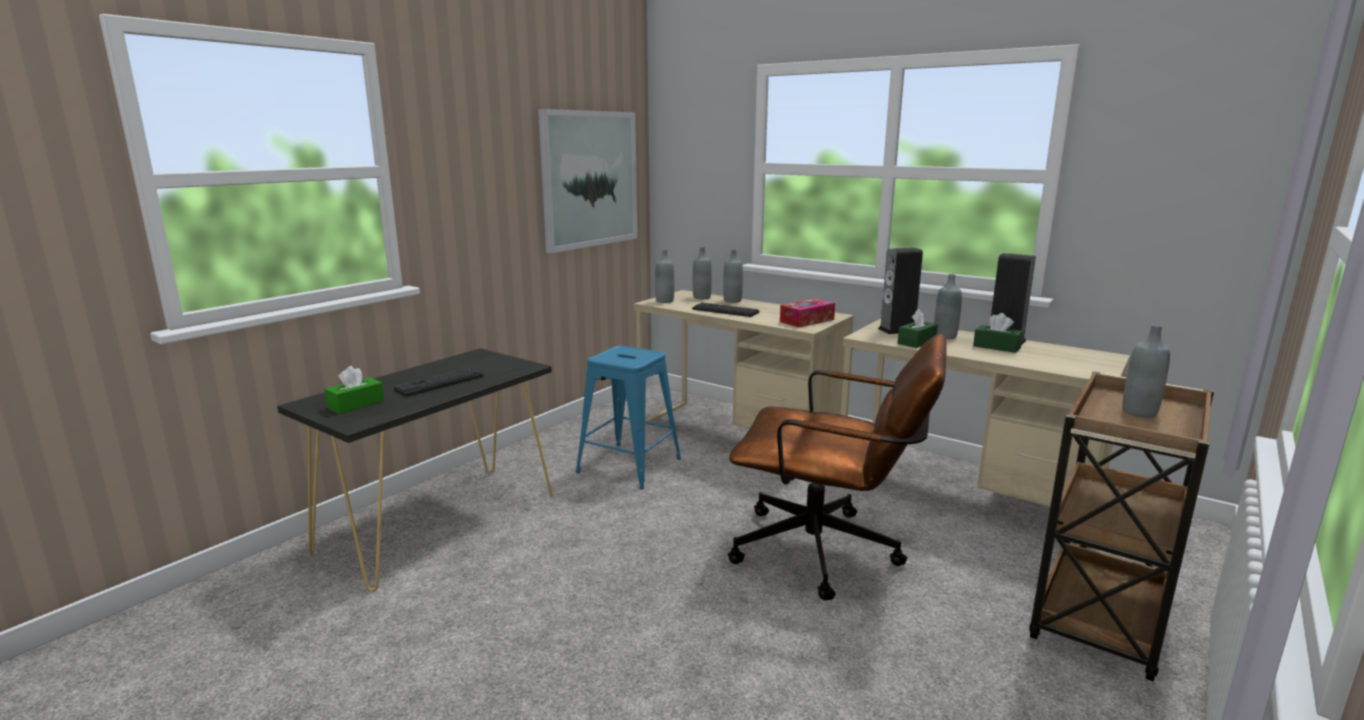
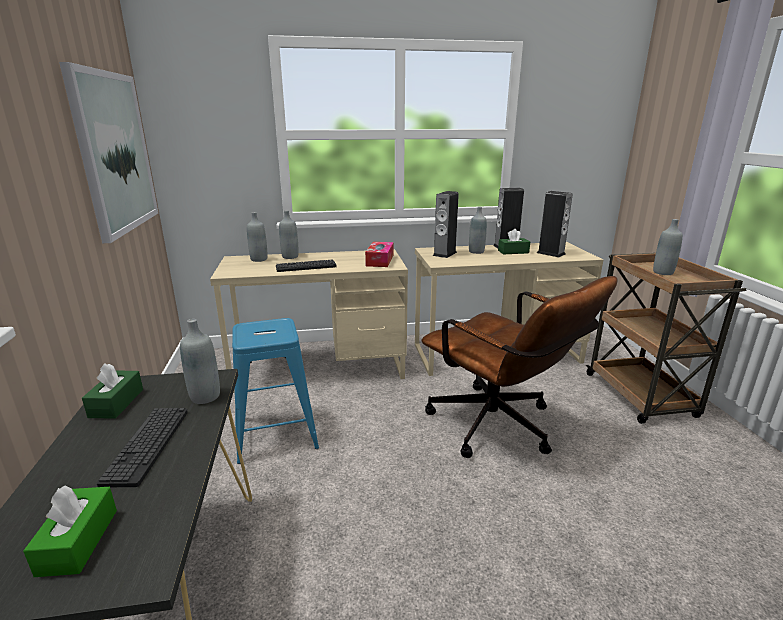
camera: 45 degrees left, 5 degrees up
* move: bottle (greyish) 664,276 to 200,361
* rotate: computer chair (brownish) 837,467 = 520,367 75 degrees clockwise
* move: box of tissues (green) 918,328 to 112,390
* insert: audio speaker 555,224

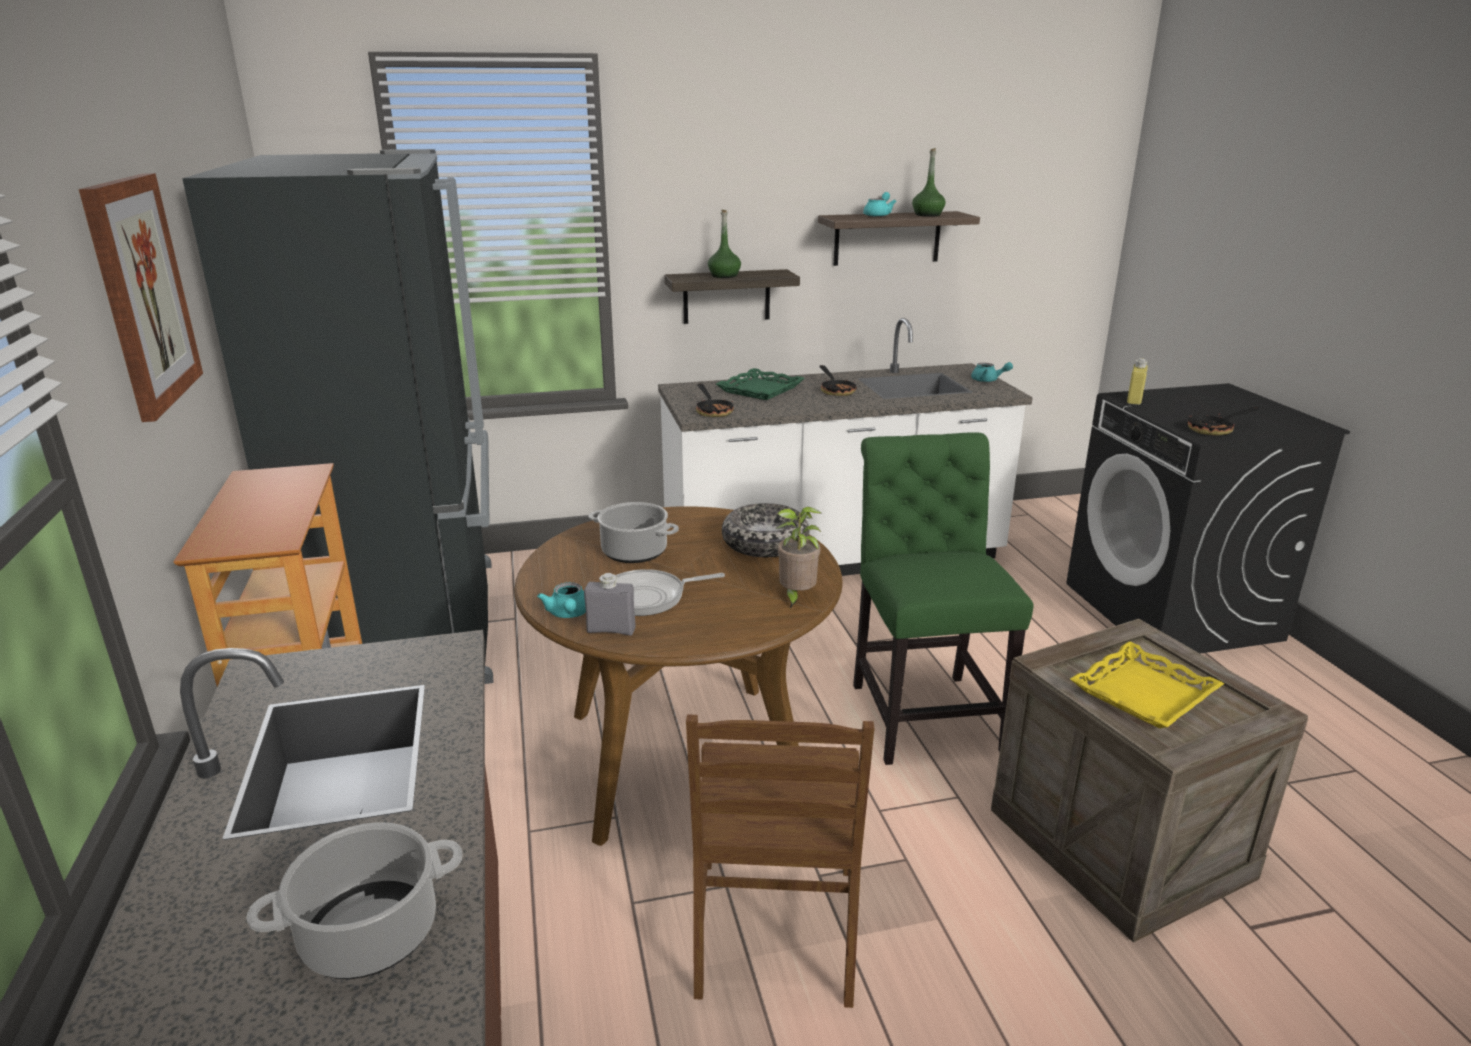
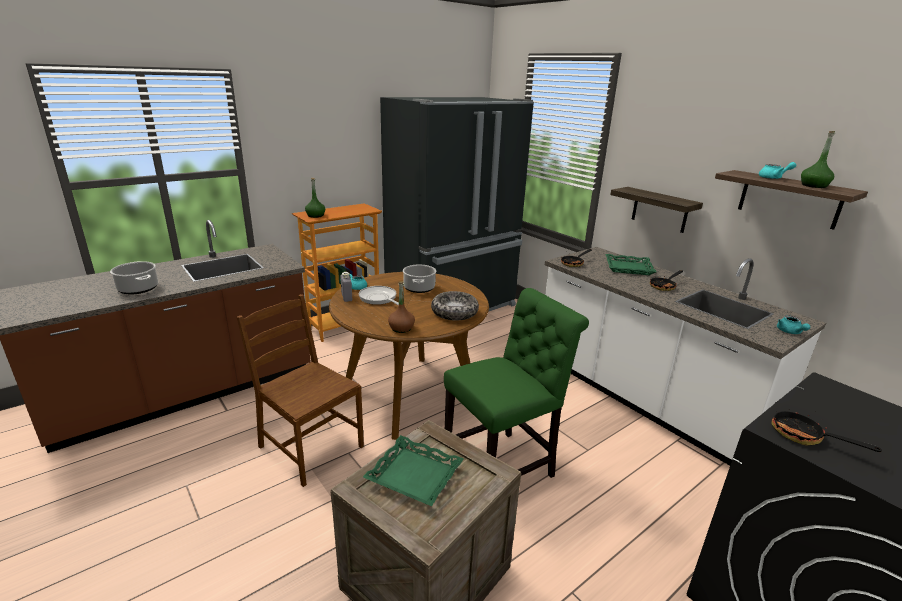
camera: 65 degrees right, 0 degrees up
* delete: picture 141,297
* rotate: chair (brownish) 780,861 = 300,390 60 degrees clockwise
* move: bottle (green) 724,244 to 315,198
* replace: plant in a pot 798,557 to bottle (brownish) 401,307
* recolor: serving tray (yellowish) 1147,685 to serving tray (green) 413,470
* delete: bottle (yellowish) 1137,381

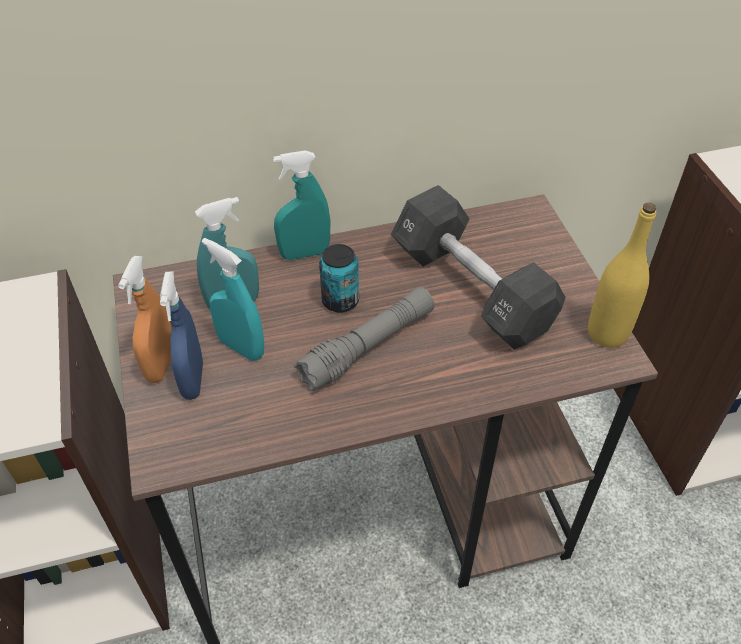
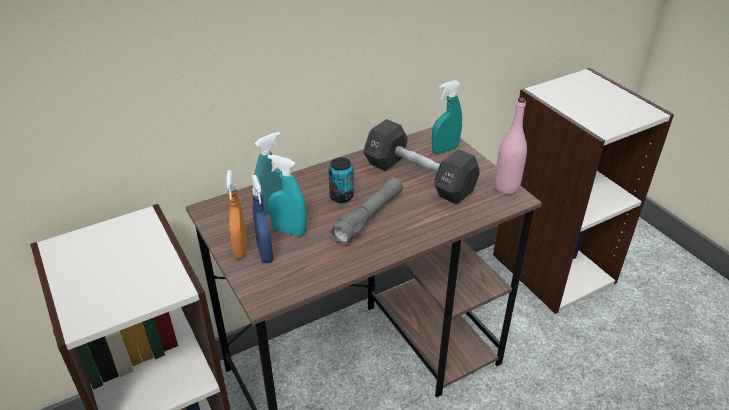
camera: 15 degrees left, 10 degrees down
* move: spray bottle (turquoise) 301,205 to 447,117
* recolor: bottle (yellowish) 622,275 to bottle (pink) 511,146

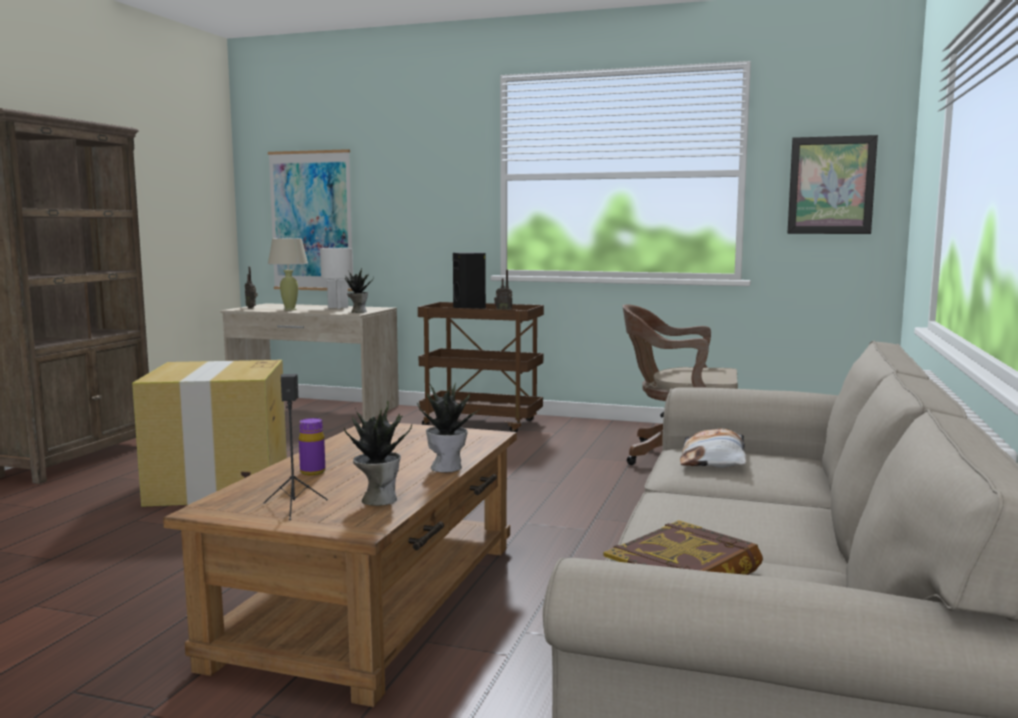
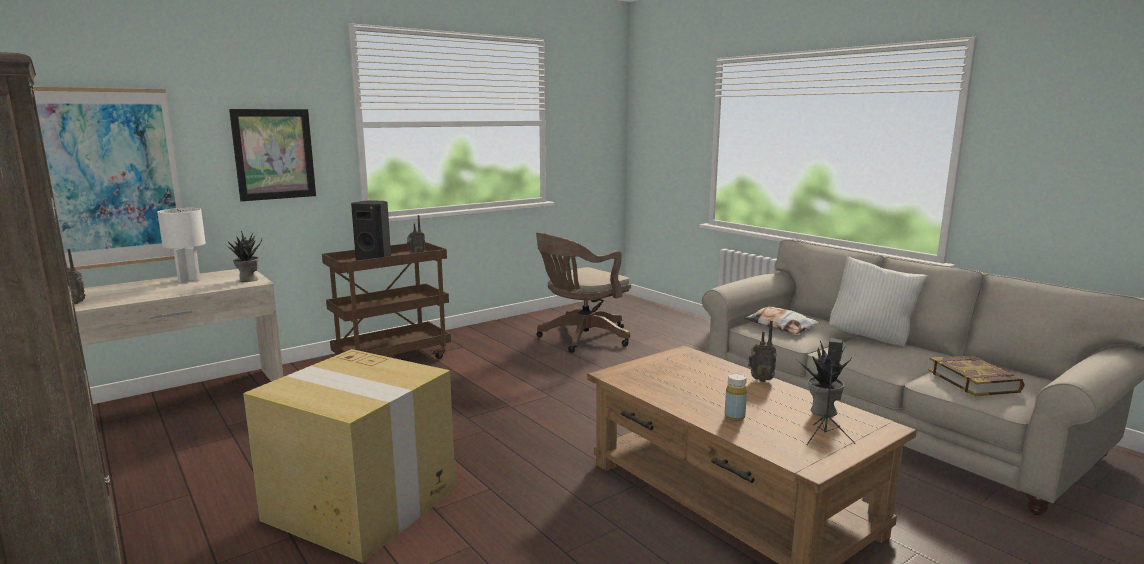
camera: 55 degrees left, 5 degrees up
* delete: table lamp (sand-coloured) 288,274
* recolor: bottle (purplish) 312,446 to bottle (yellowish) 736,397
* replace: plant in a pot 448,427 to radio receiver 762,351
* move: picture 832,184 to 272,155
* insert: cushion (white) 878,301

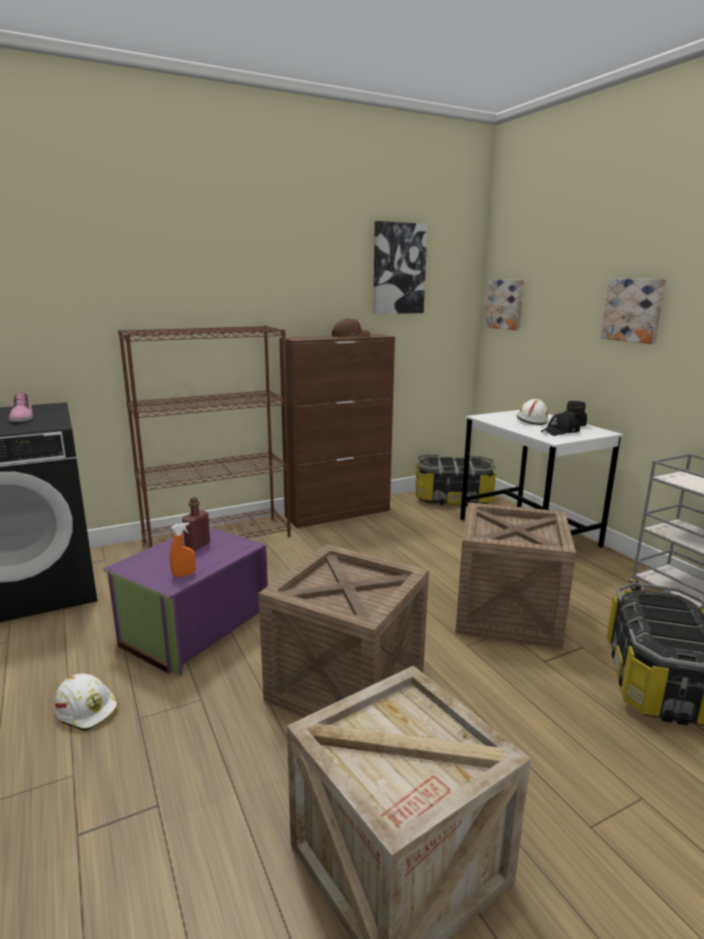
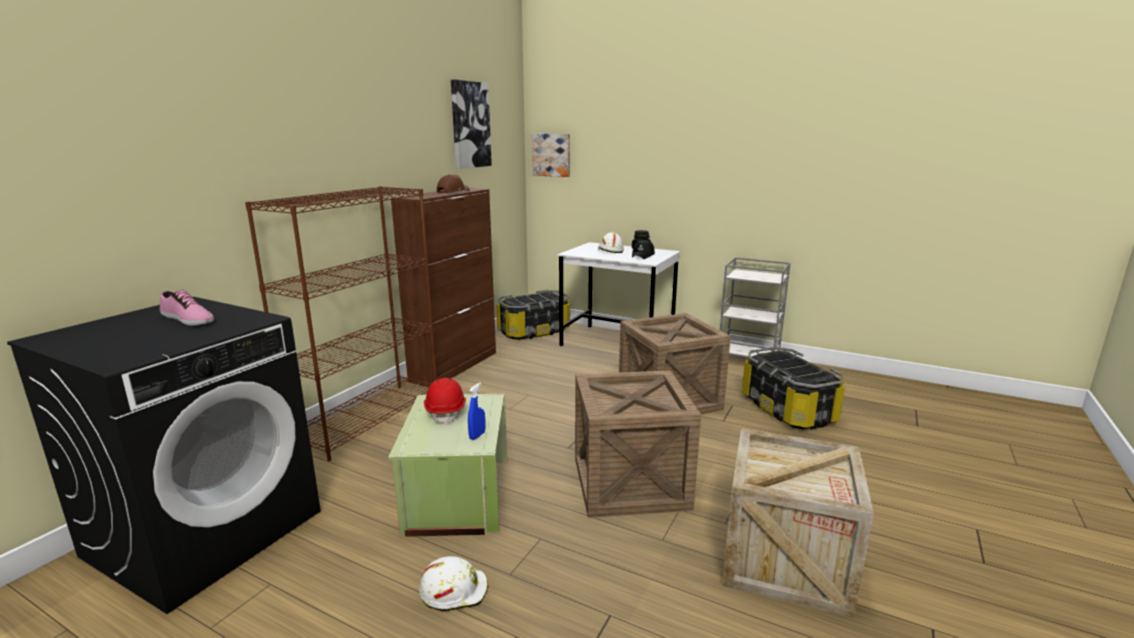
camera: 35 degrees left, 0 degrees up
* recolor: storage container (purplish) 185,601 to storage container (green) 447,465
* recolor: spray bottle (orange-coloured) 183,549 to spray bottle (bluish) 476,411
* replace: bottle (reddish) 196,524 to safety helmet (reddish) 445,401
* delete: picture 633,311

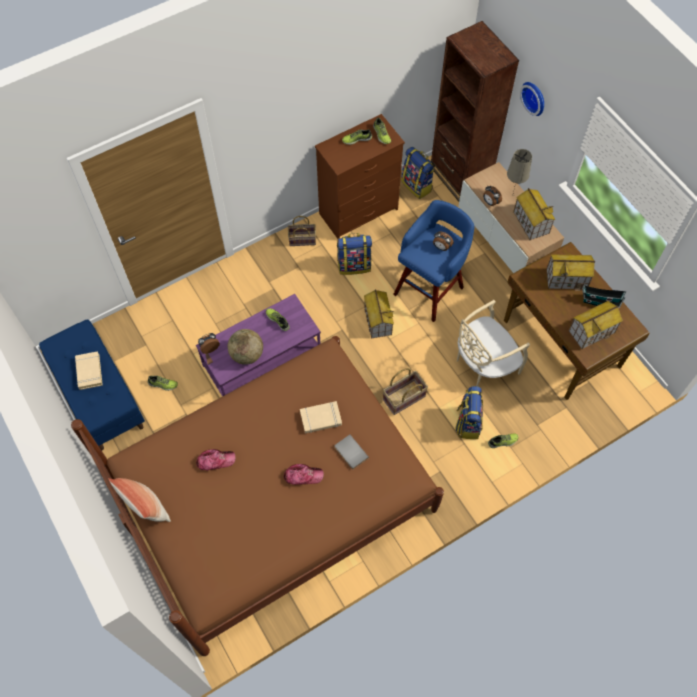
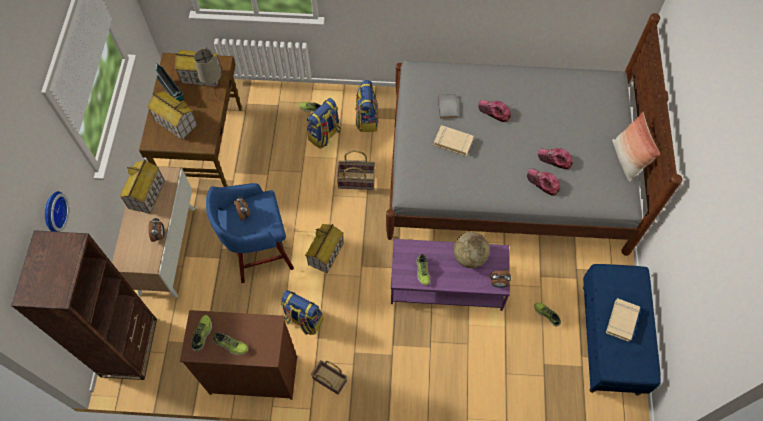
camera: 145 degrees left, 0 degrees up
* recolor: bed (brownish) 257,496 to bed (greyish) 534,134
* move: knapsack 417,173 to 366,106
* delete: chair (sand-coloured) 493,343
* move: table lamp (sand-coloured) 519,171 to 207,73
* insert: cap 543,182

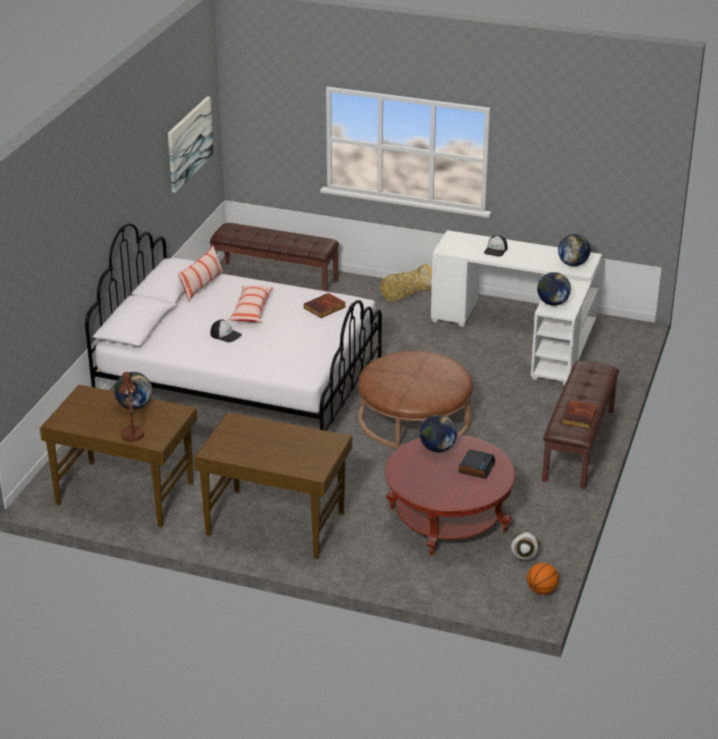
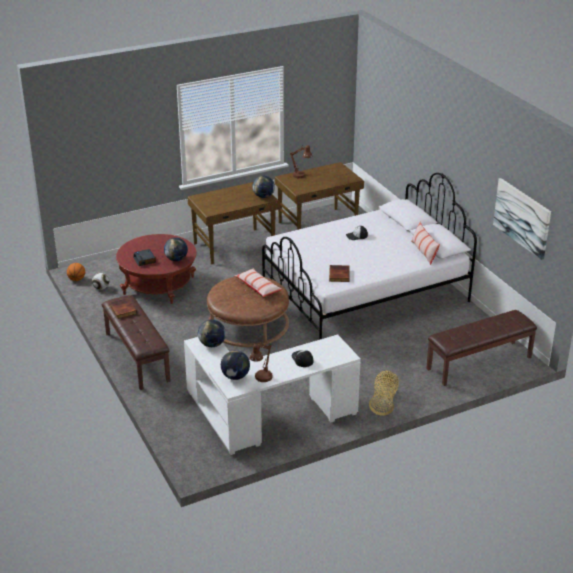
camera: 135 degrees right, 0 degrees up
* move: desk globe 133,390 to 263,187
* move: cushion 250,304 to 259,282
* insert: table lamp (brownish) 261,362

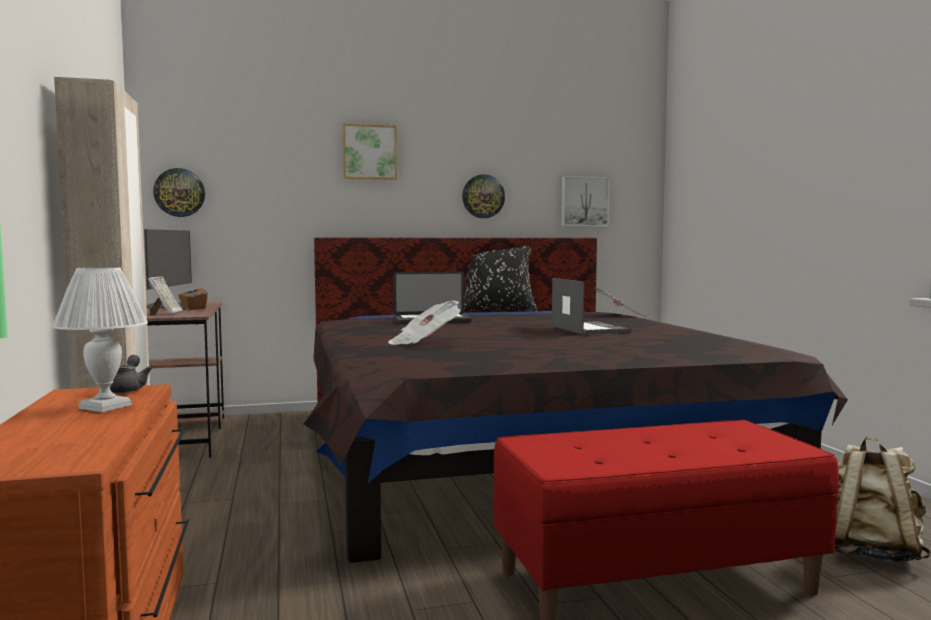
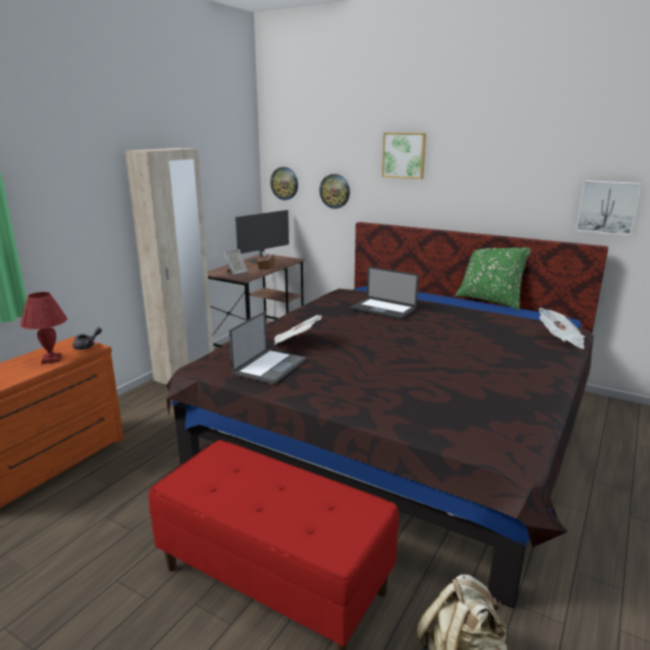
camera: 45 degrees right, 15 degrees up
* recolor: table lamp (white) 100,339 to table lamp (reddish) 43,328
* move: clock on the wall 483,196 to 334,191
* recolor: cushion (blackish) 500,278 to cushion (green) 493,278
* move: portable computer 591,306 to 267,347

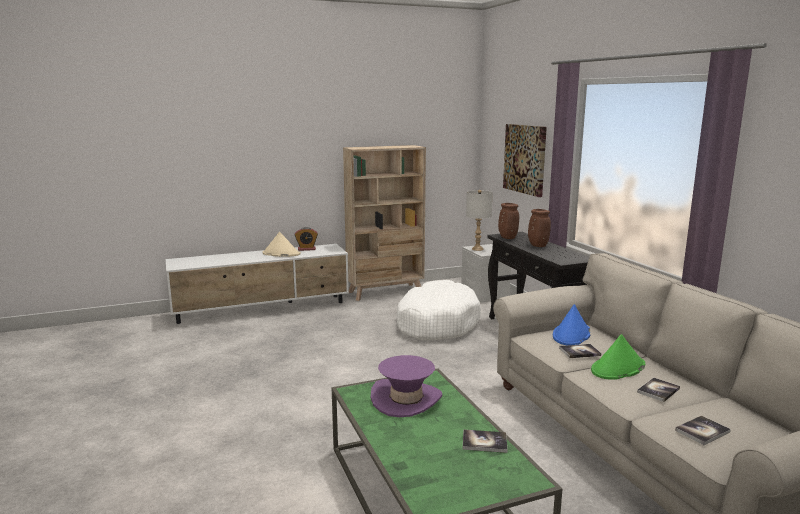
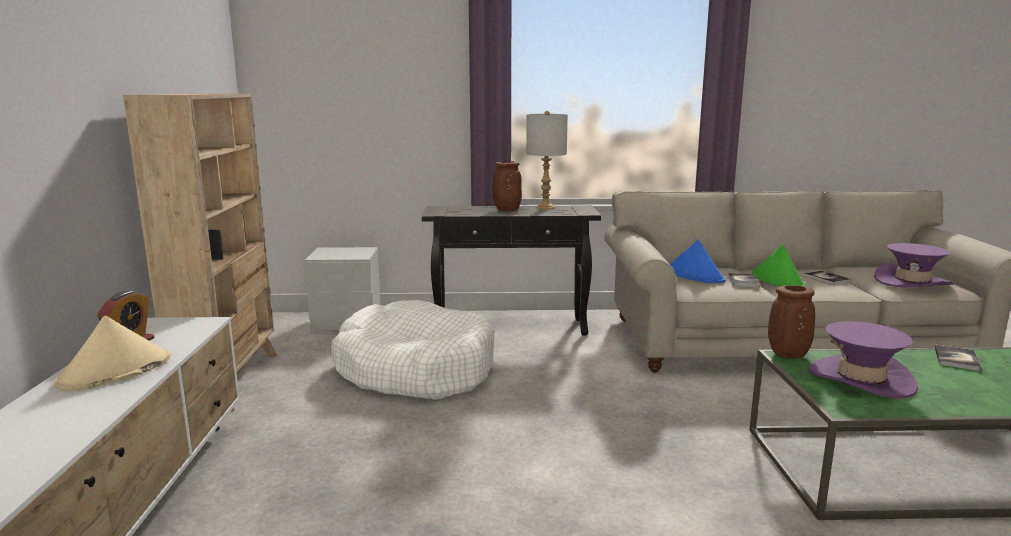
camera: 70 degrees left, 0 degrees up
* move: table lamp (greyish) 479,220 to 547,160
* move: vase (brownish) 508,221 to 791,321
* delete: picture 525,160
* replace: volume 703,430 to clothing hat (purplish) 914,265

